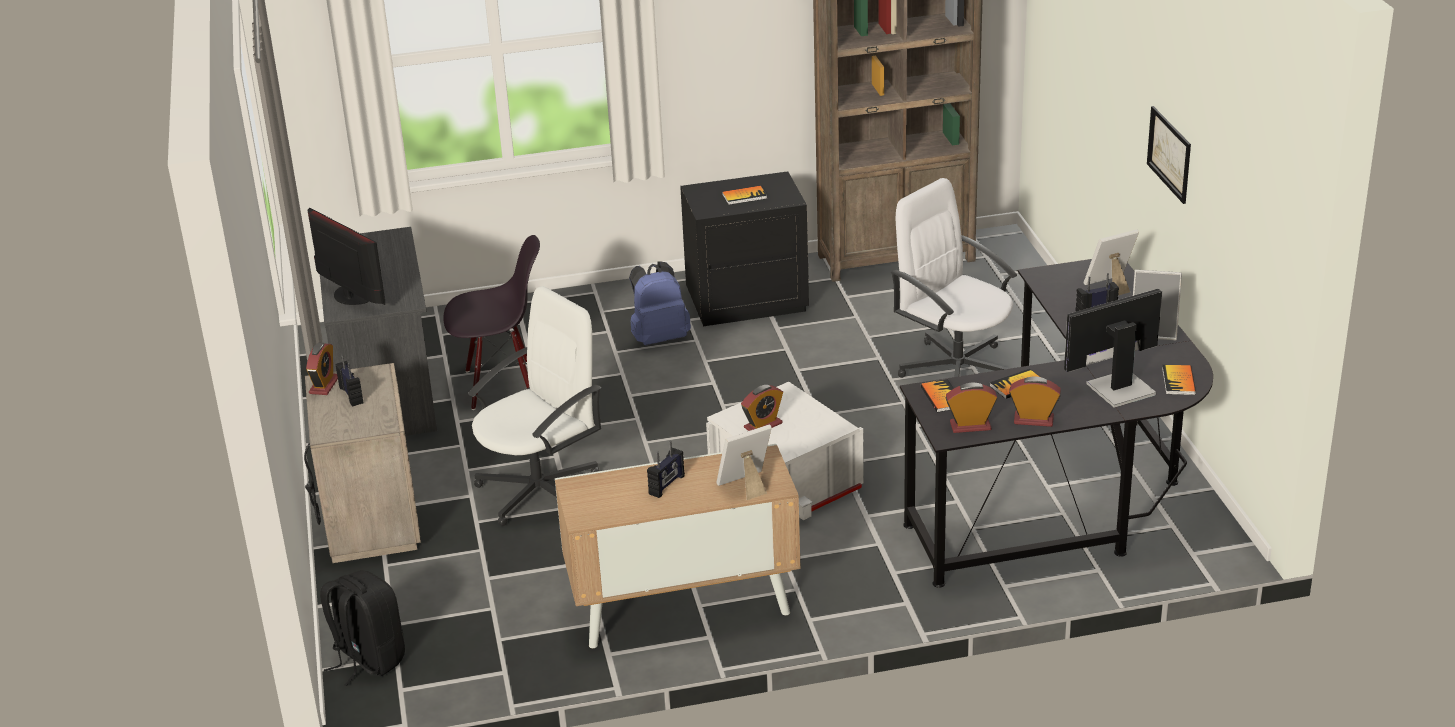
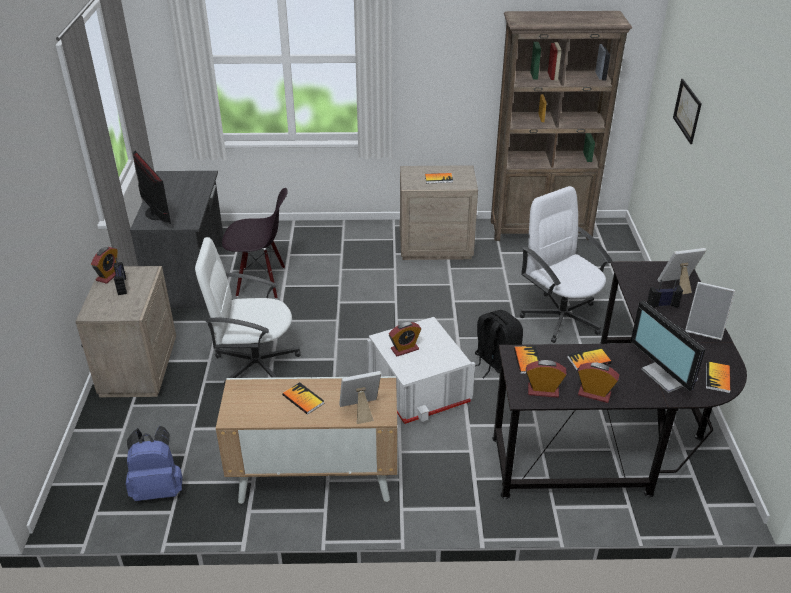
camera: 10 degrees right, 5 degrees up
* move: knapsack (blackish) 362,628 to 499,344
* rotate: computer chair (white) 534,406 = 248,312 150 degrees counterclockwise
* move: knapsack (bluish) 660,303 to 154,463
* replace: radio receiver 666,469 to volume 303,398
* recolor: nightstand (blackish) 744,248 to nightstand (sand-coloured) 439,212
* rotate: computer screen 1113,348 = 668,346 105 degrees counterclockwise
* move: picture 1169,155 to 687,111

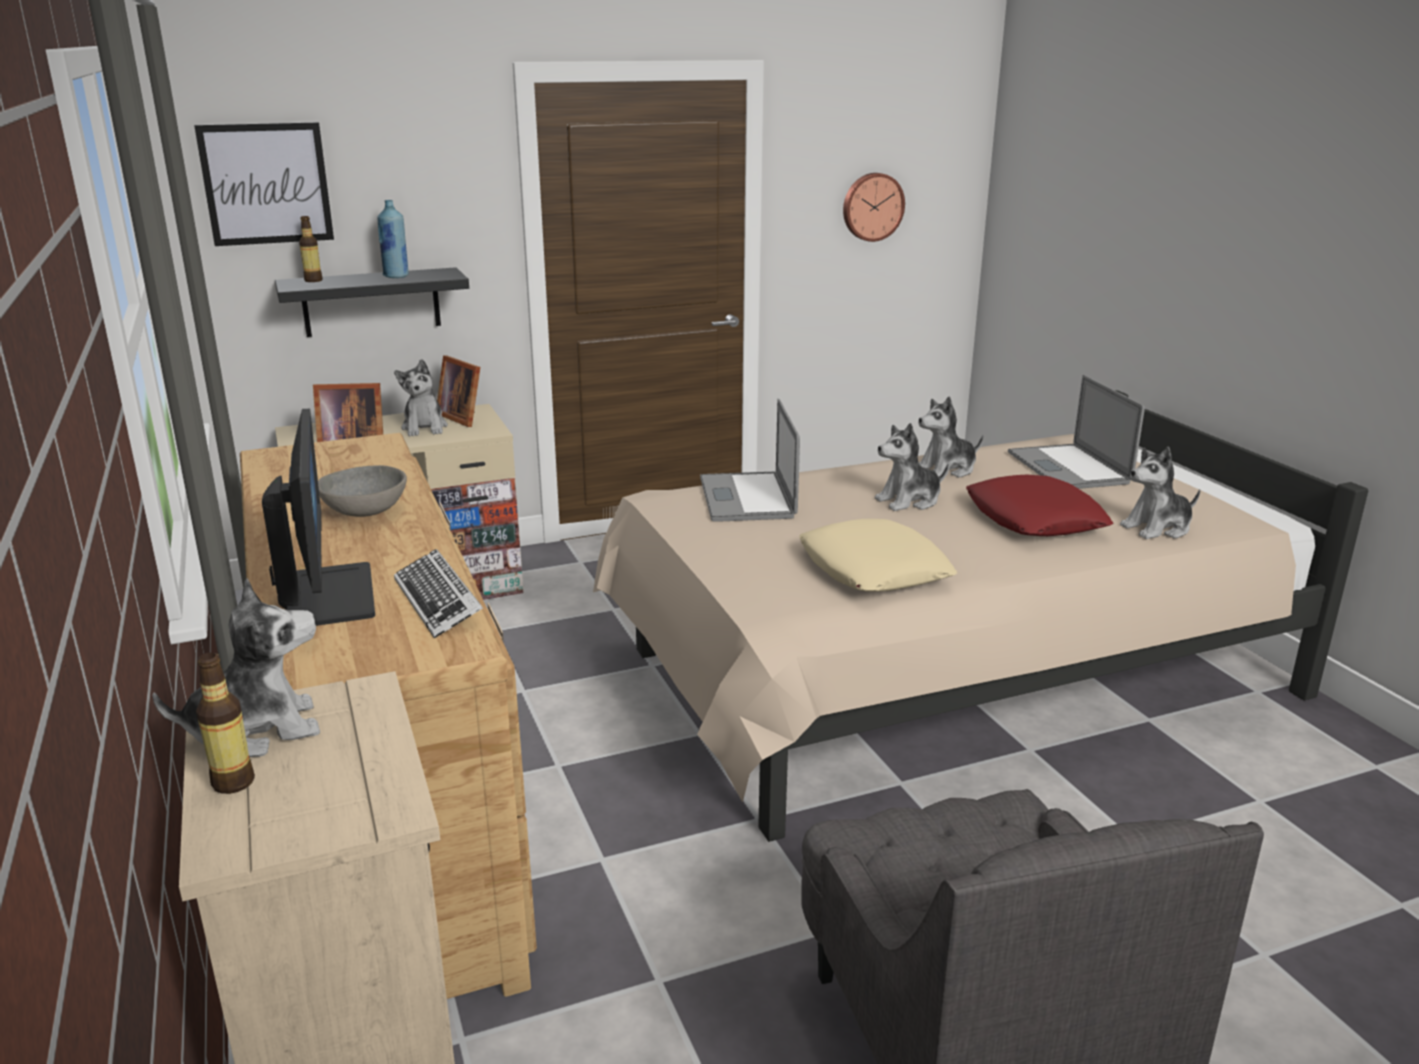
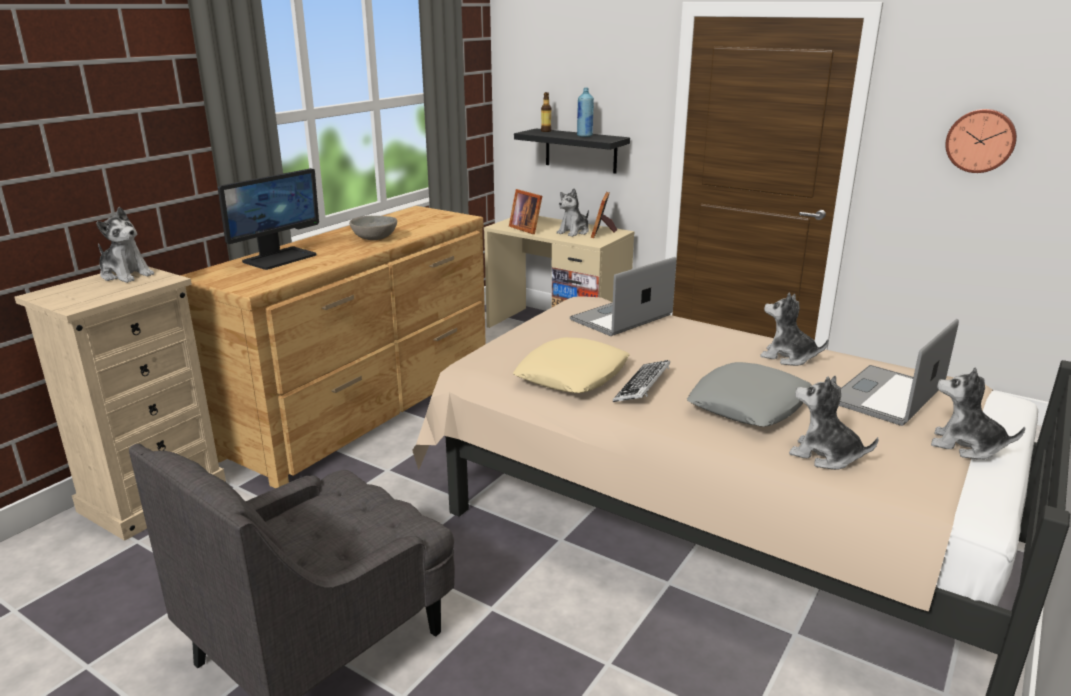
camera: 55 degrees right, 0 degrees up
* delete: picture 264,184
* delete: bottle 225,723
* move: PC keyboard 438,593 to 641,381
* move: cuddly toy 912,467 to 978,413
* recolor: cushion (reddish) 1040,505 to cushion (greyish) 749,394

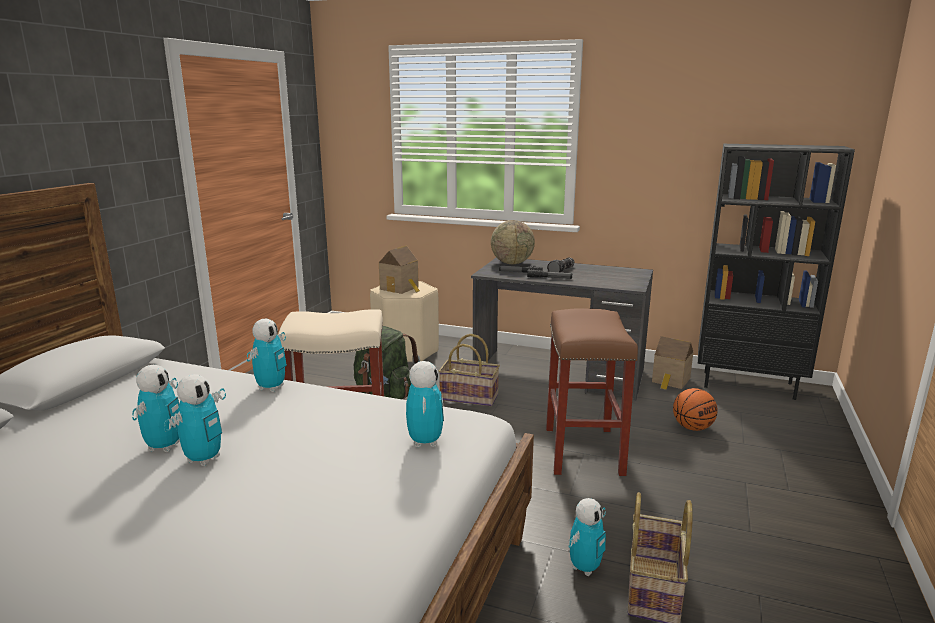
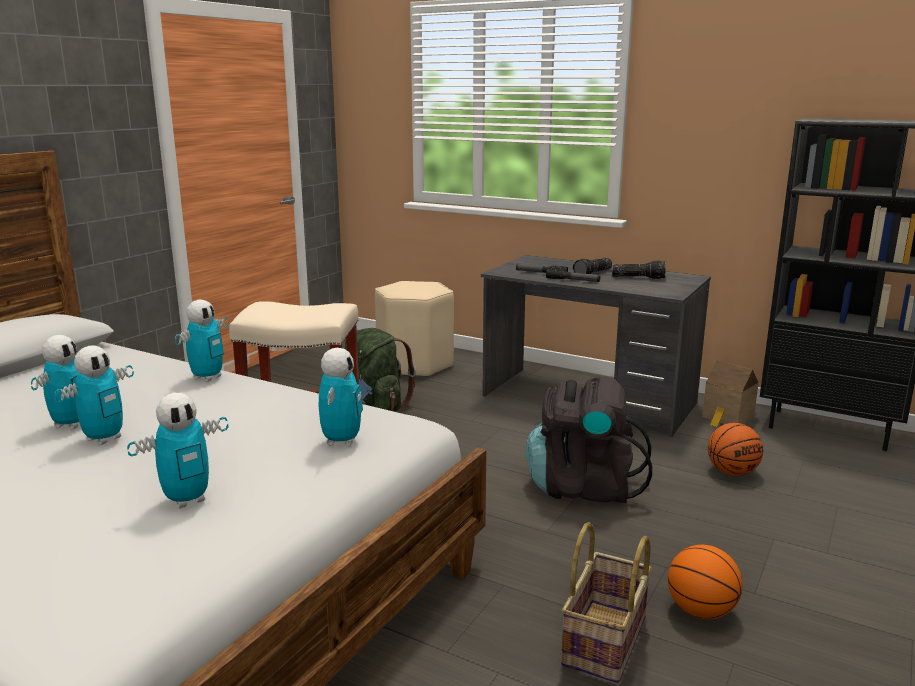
camera: 10 degrees right, 0 degrees up
* delete: miniature house 399,269
* delete: storage basket 469,370
* delete: desk globe 513,242
* replace: stool (brownish) 592,392 to knapsack (blackish) 589,440
* move: toy robot 587,537 to 177,451
* insert: torch 639,269
* insert: basketball 705,582

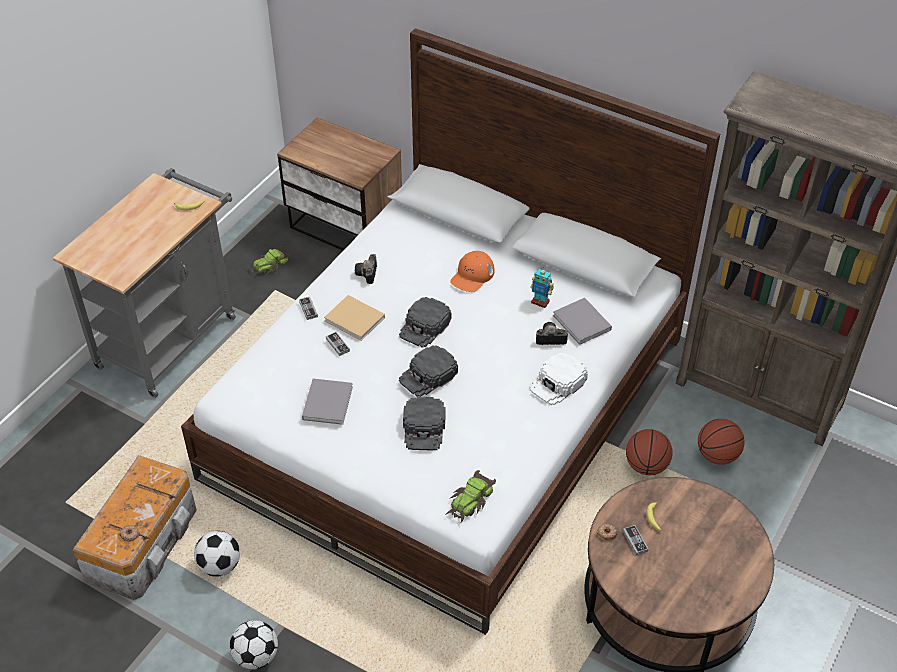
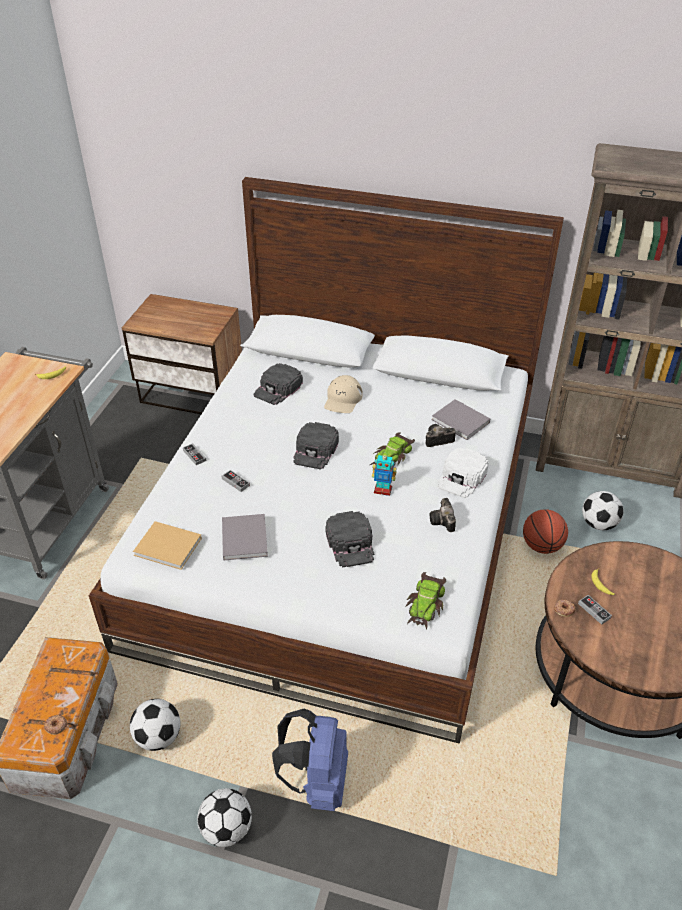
camera: 15 degrees left, 5 degrees down
* move: miniature car 269,261 to 392,449
* move: volume (sand-coloured) 354,318 to 167,545
* move: still camera 366,269 to 443,515
* move: cap (blackish) 428,371 to 278,384
* recolor: cap (orange-coloured) 472,271 to cap (sand-coloured) 343,394
* move: toy robot 542,288 to 384,474
* replace: basketball 721,442 to football 603,510
* insert: knapsack (bluish) 310,760

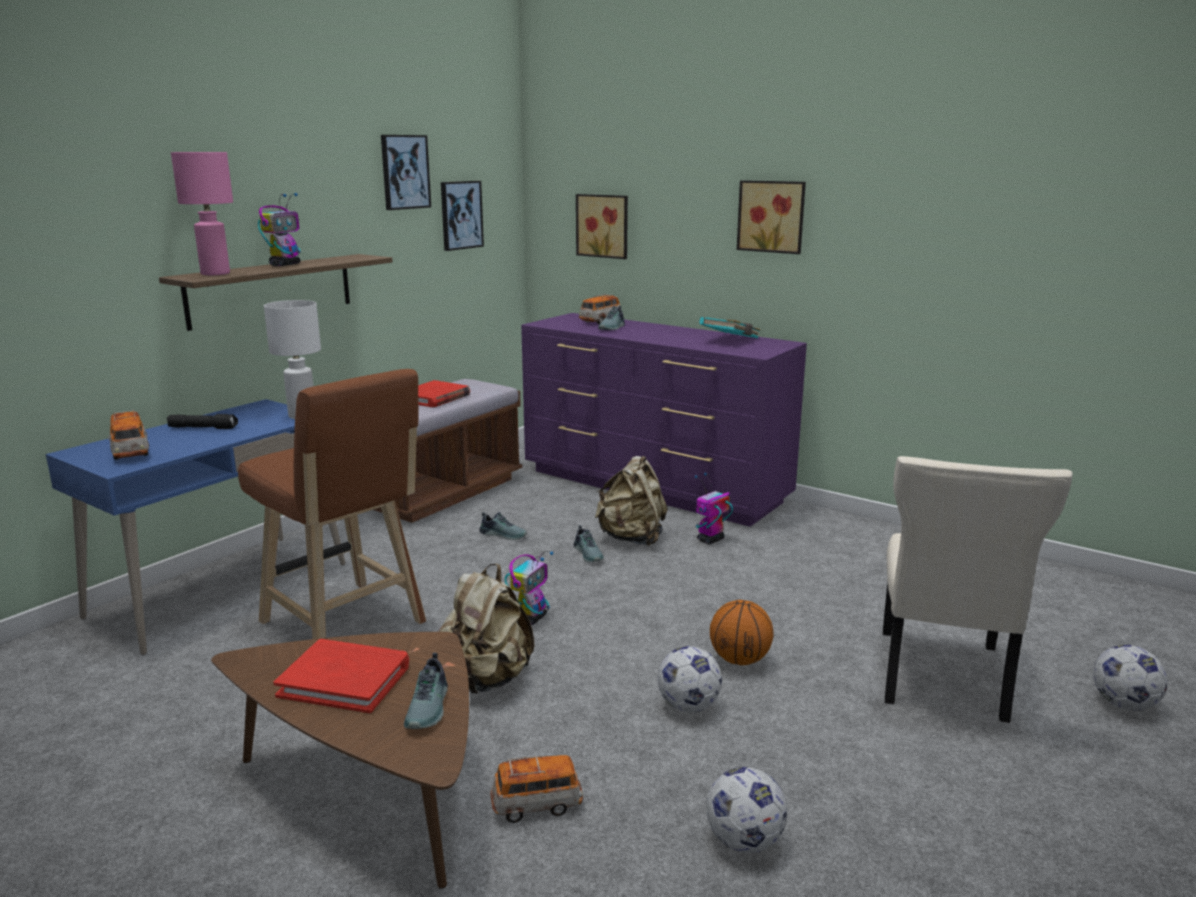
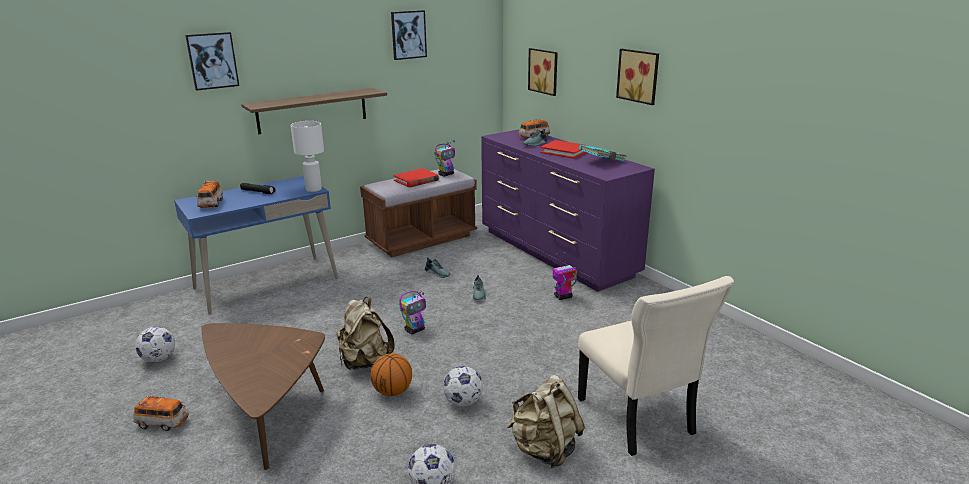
camera: 20 degrees right, 5 degrees up
* delete: table lamp (pink) 202,213
* delete: stool (brownish) 332,504
* move: toy robot 279,229 to 444,158
* move: volume (reddish) 341,676 to 564,149
* delete: low shoe 426,691
* move: picture 462,216 to 212,61
* move: miniature car 537,789 to 160,413
* move: knapsack (sand-coloured) 631,501 to 546,421
* move: basketball 742,632 to 391,374
* rotate: chair (sand-coloured) 977,589 = 656,366 60 degrees counterclockwise
* move: football 1130,678 to 155,344

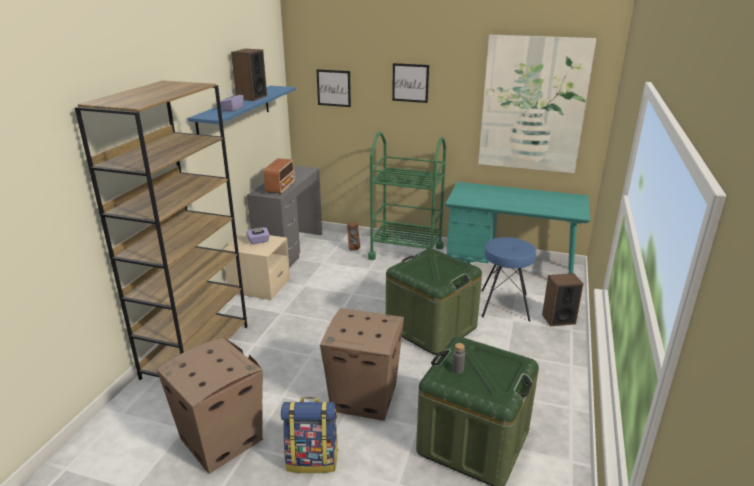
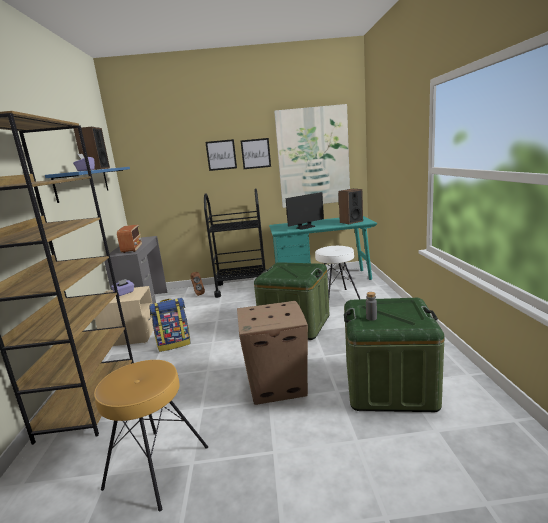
camera: 20 degrees left, 10 degrees down
* replace: cardboard box 210,405 to stool (brownish) 151,436
* move: knapsack 309,435 to 170,325
* move: picture 334,88 to 256,153
* recolor: cart (green) 407,196 to cart (blackish) 235,243
* recolor: stool (bluish) 508,279 to stool (white) 337,272
* move: audio speaker 562,299 to 350,206
* insert: computer screen 305,211

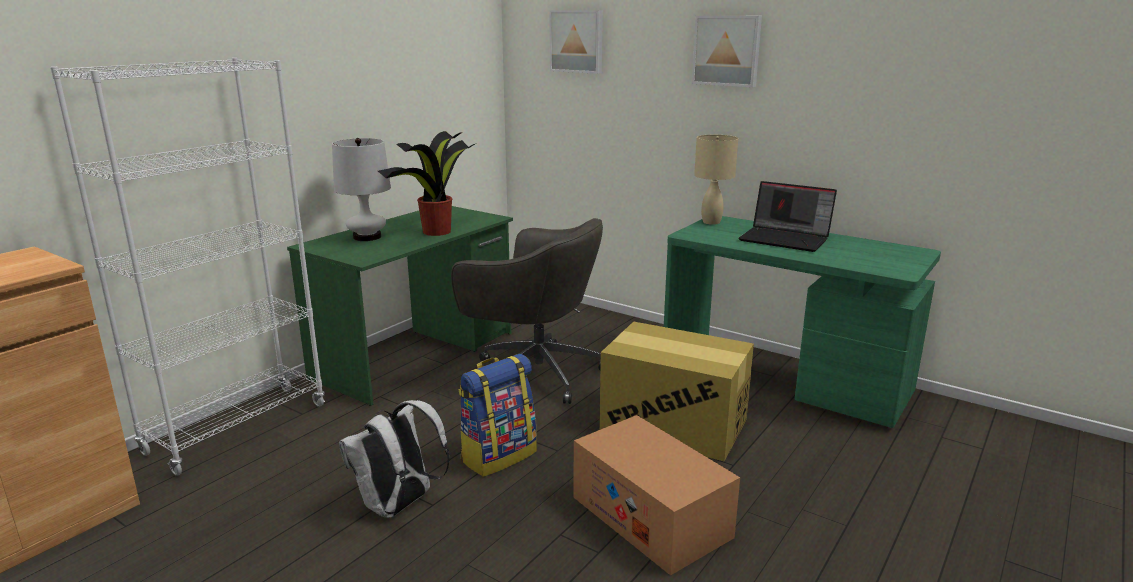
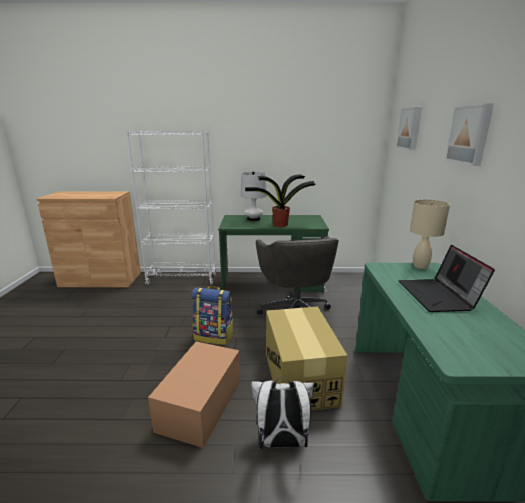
camera: 55 degrees right, 0 degrees up
* move: knapsack (white) 394,459 to 282,413

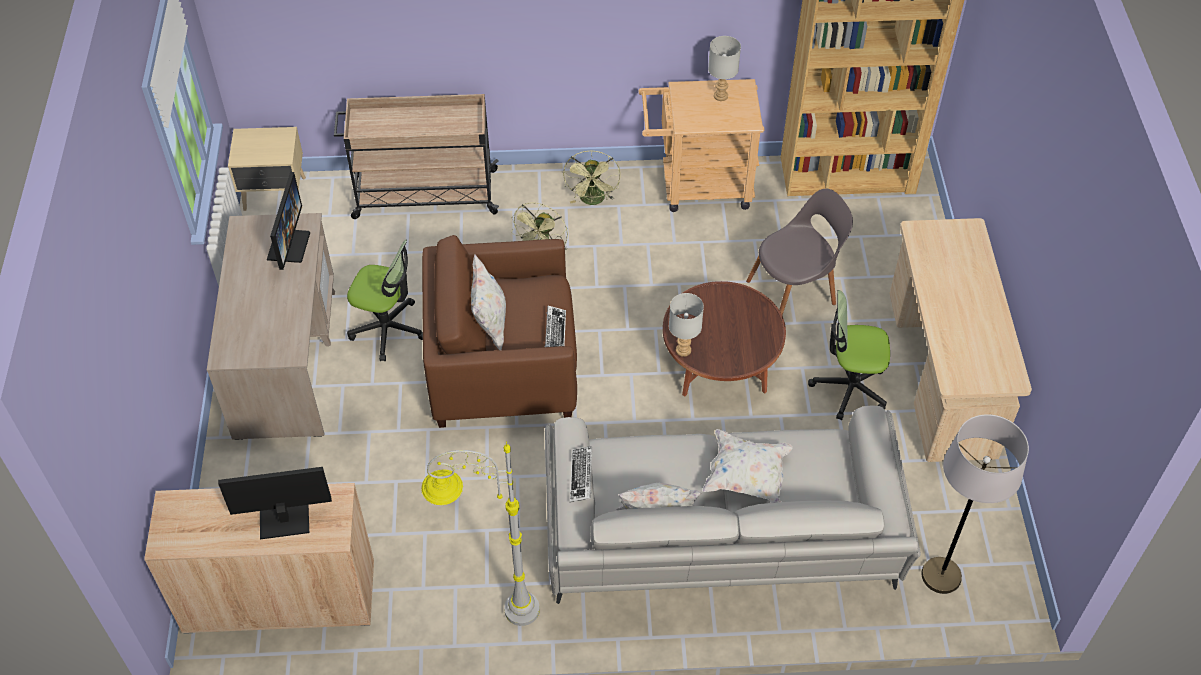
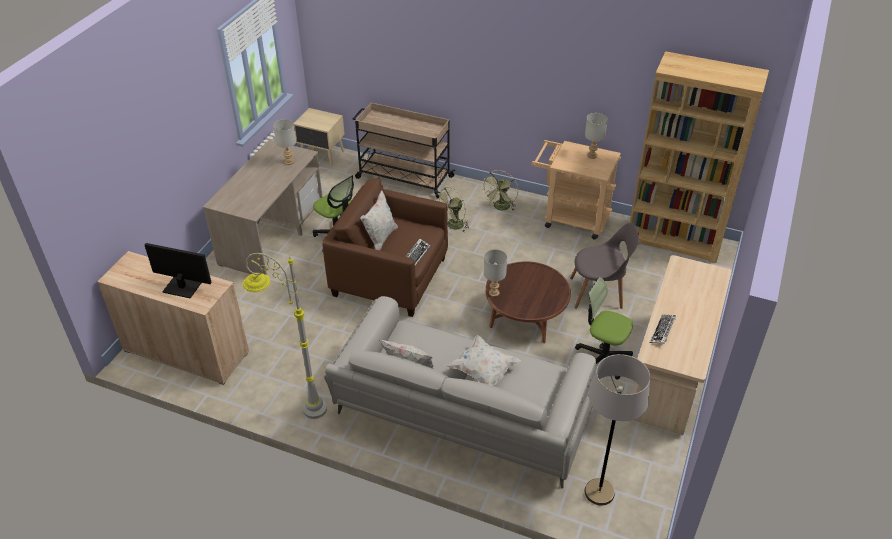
camera: 25 degrees right, 10 degrees down
* replace: computer screen 288,221 to table lamp (greyish) 284,142
* move: PC keyboard 581,474 to 663,329

